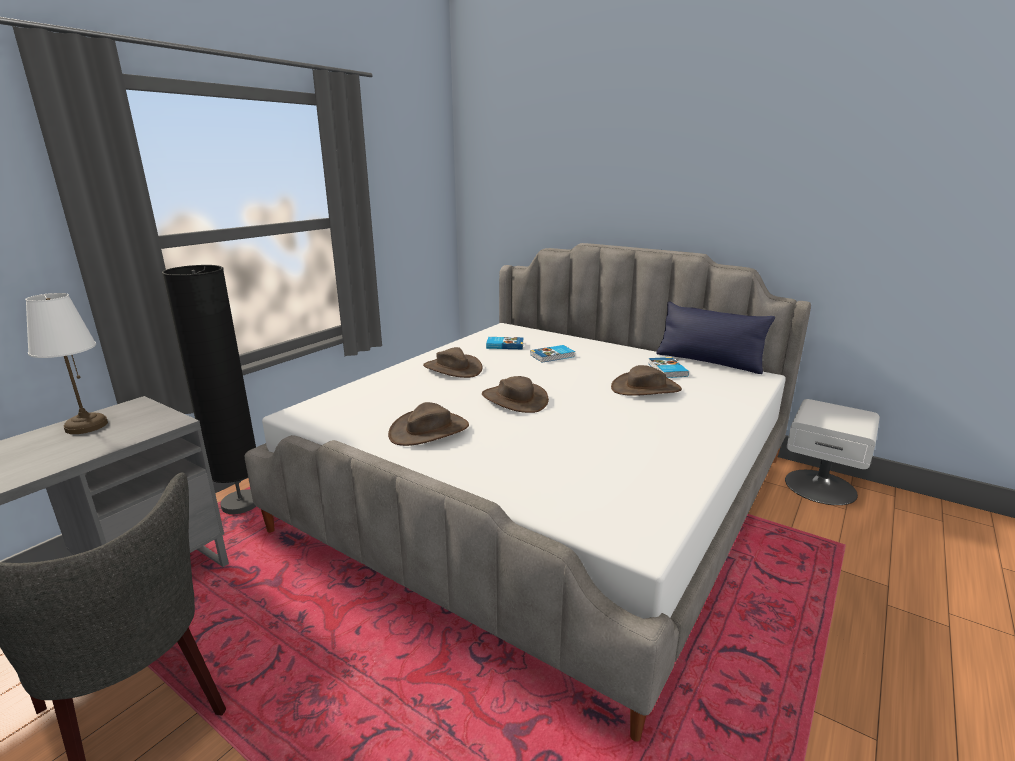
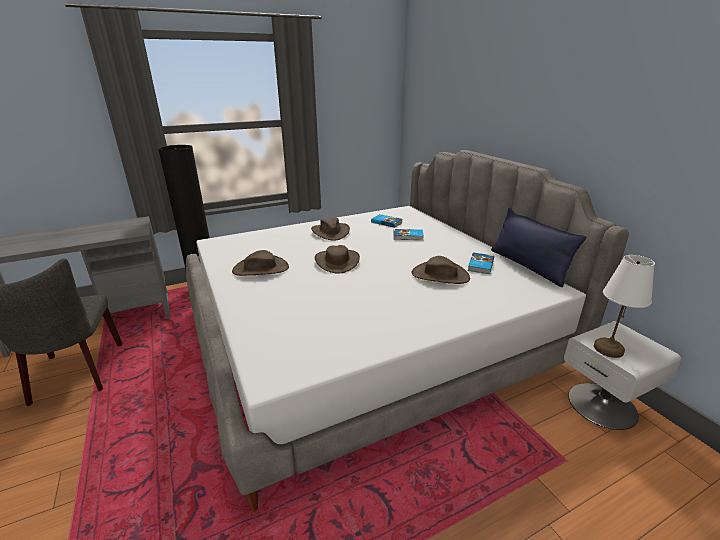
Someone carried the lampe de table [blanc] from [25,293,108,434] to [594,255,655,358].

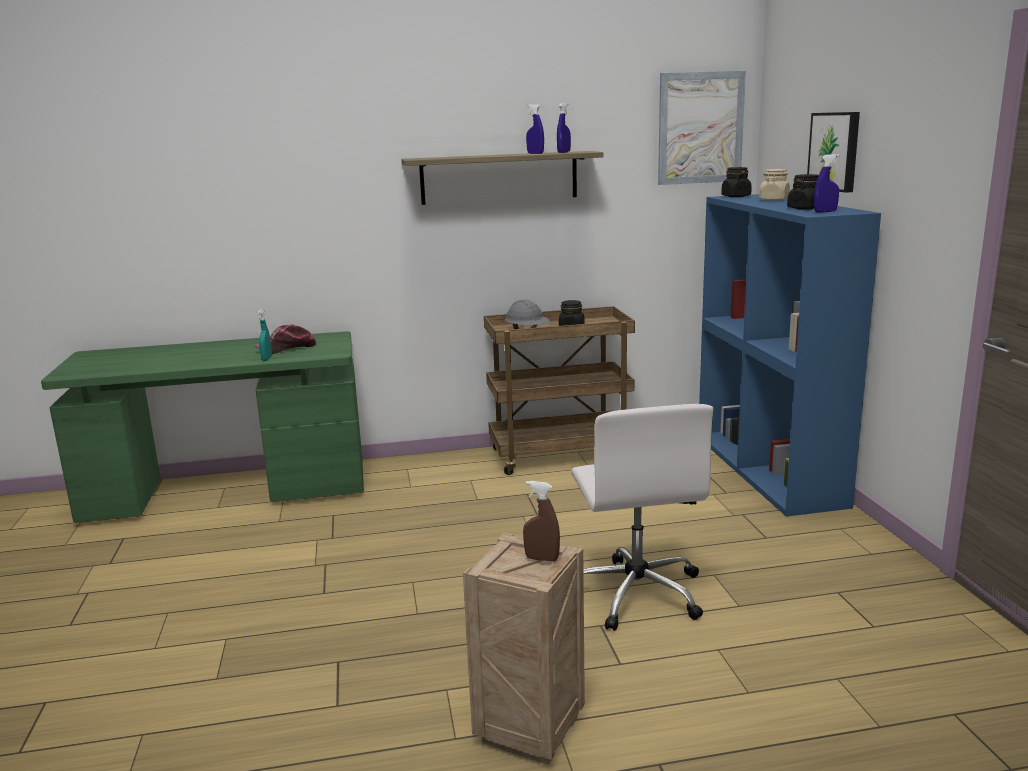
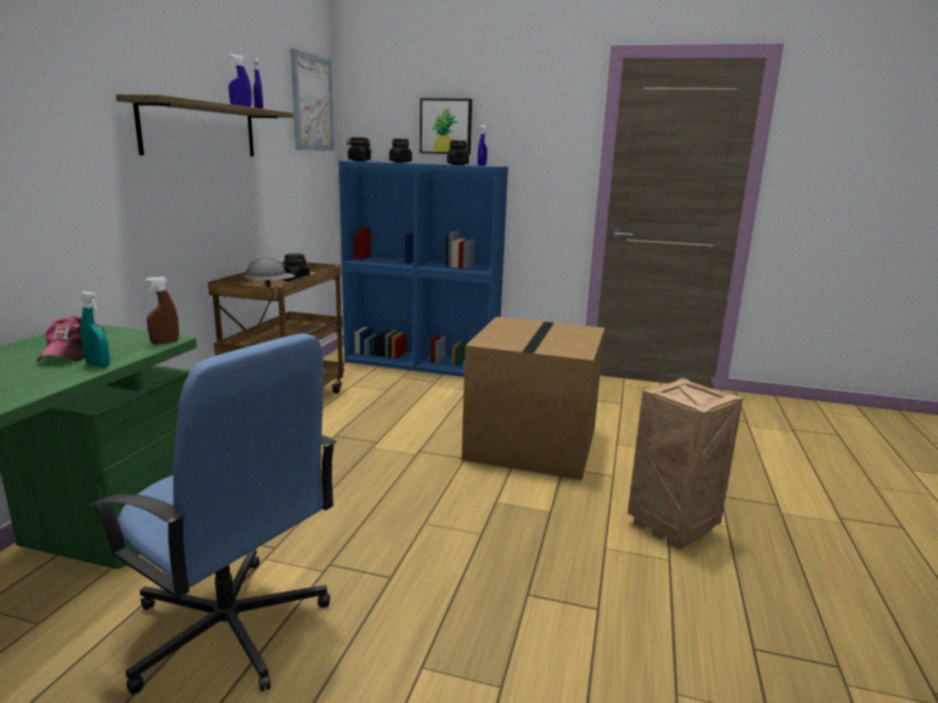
Someone put down the chaise de bureau [bleu] at [90,333,336,694]. Someone carried the vaporisateur [marron] from [523,481,560,562] to [145,277,179,345]. Someone repainted the bocal [beige] at [759,169,790,201], which became the bocal [noir] at [389,139,412,163]. Someone swapped the chaise de bureau [blanc] at [571,404,713,631] for the carton at [462,317,605,480].

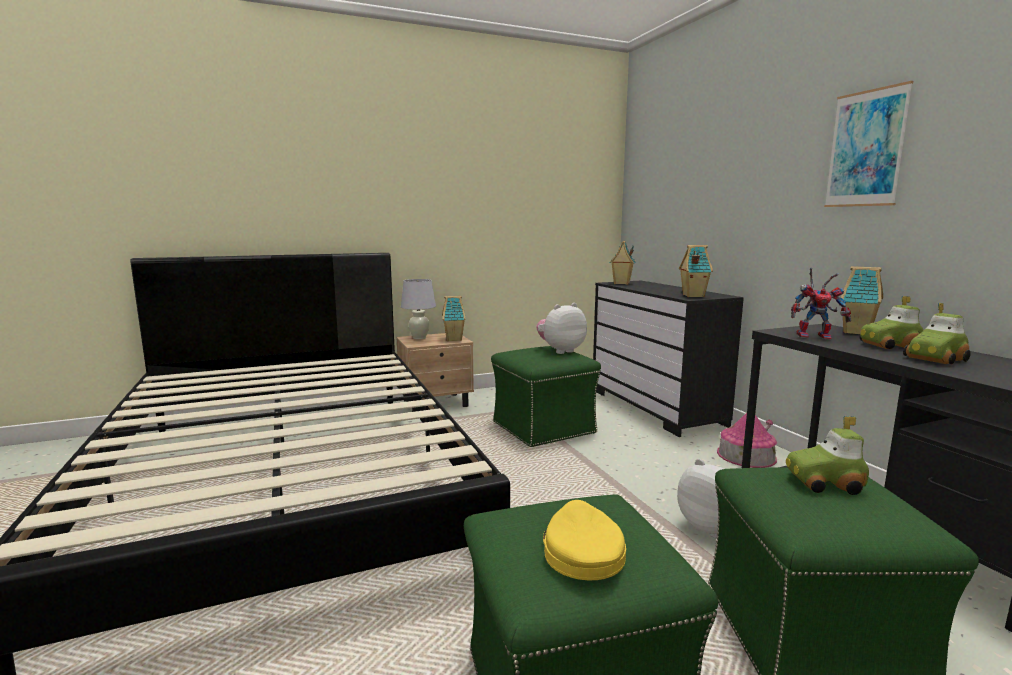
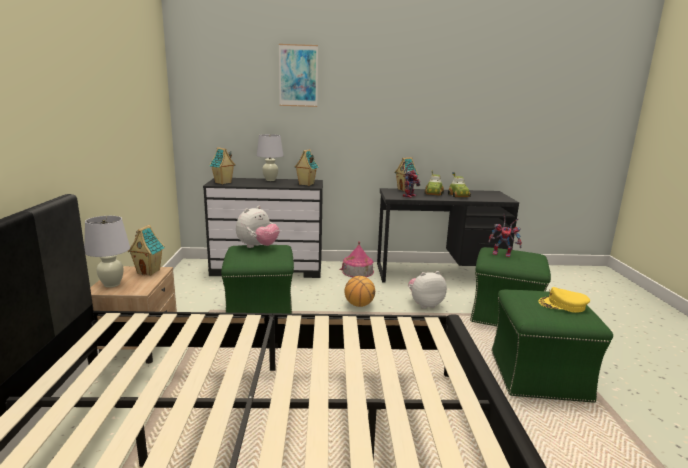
Someone rotated the peluche at [536,303,587,354] by 135 degrees counterclockwise. Someone put down the lampe de table [blanc] at [256,134,284,181]. Someone carried the tableau from [824,81,913,207] to [279,44,318,107]. Someone put down the ballon de basket at [344,276,375,307]. Someone swapped the petite voiture at [786,416,869,495] for the robot jouet at [489,213,522,257].

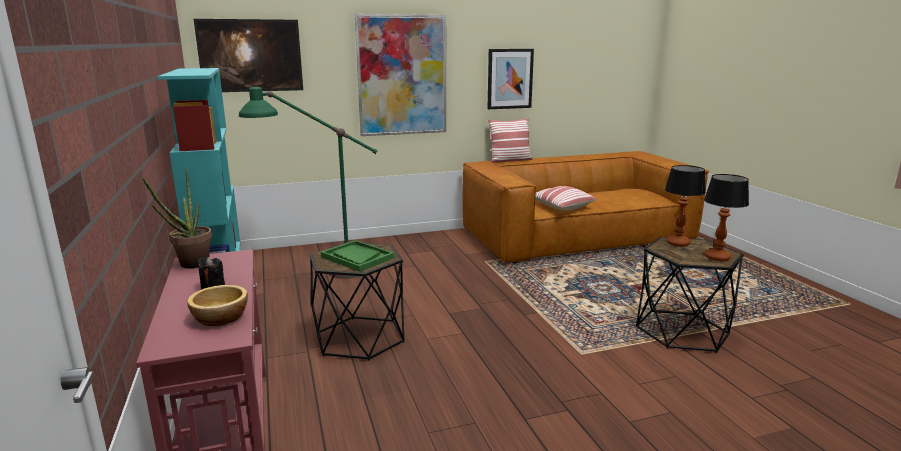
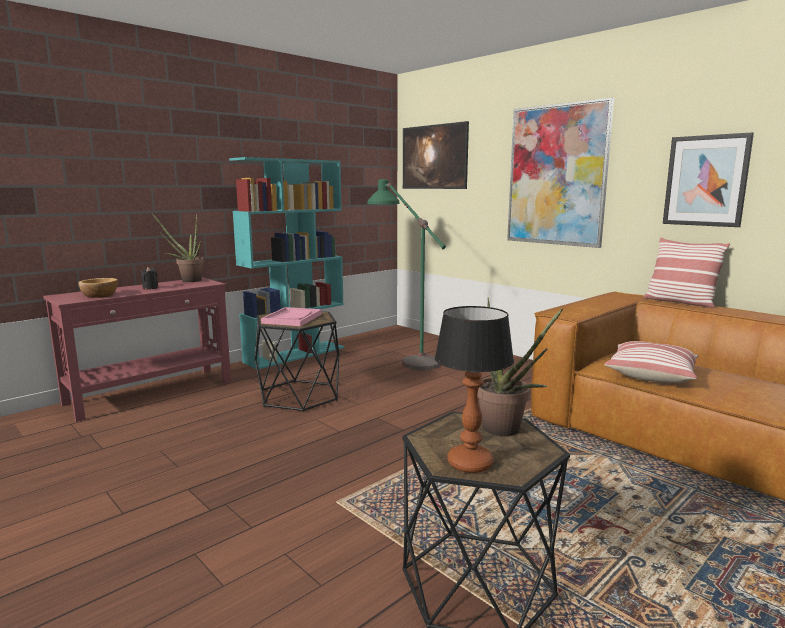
Someone repainted the plateau [vert] at [321,240,394,272], which became the plateau [rose] at [261,307,322,326]. Someone swapped the lampe de table at [665,165,706,247] for the plante en pot at [478,297,563,437].

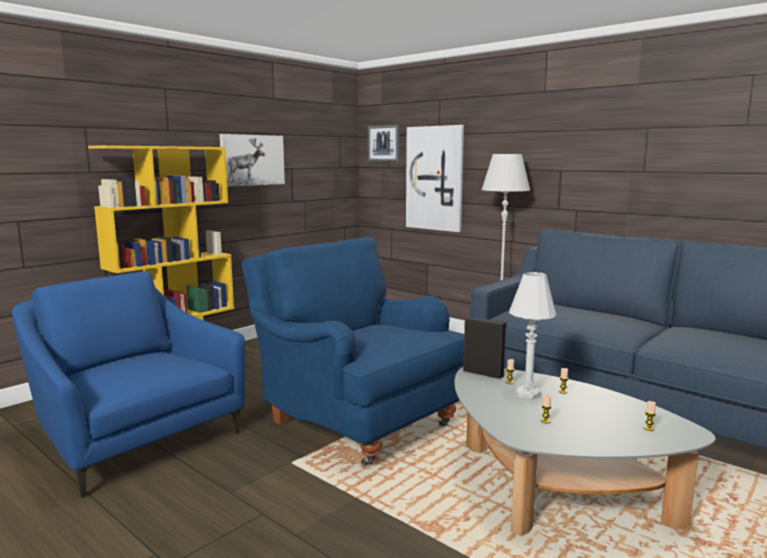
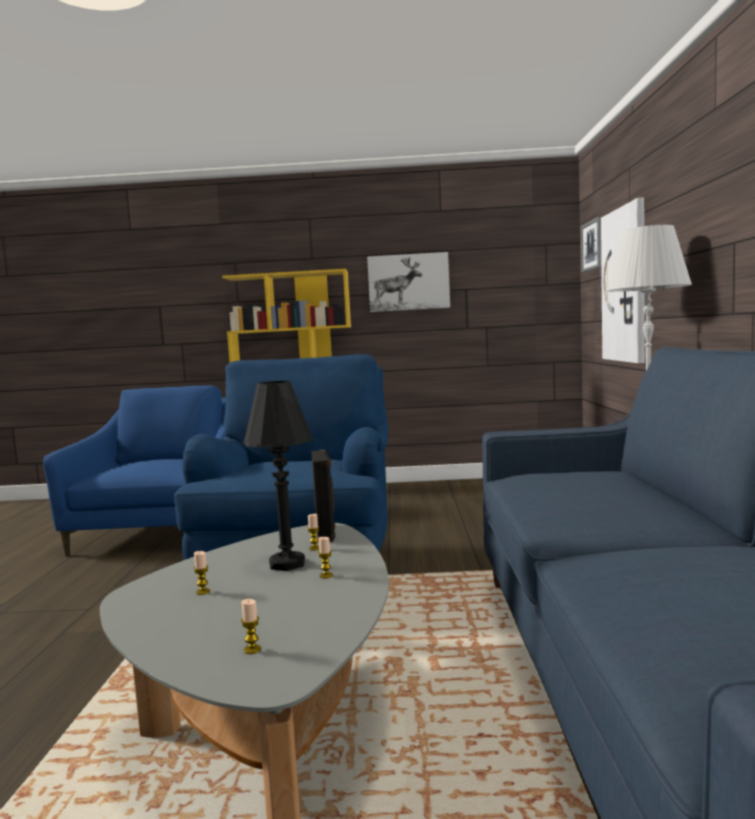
Someone repainted the lampe de table [blanc] at [509,272,557,399], which became the lampe de table [noir] at [243,381,313,571].

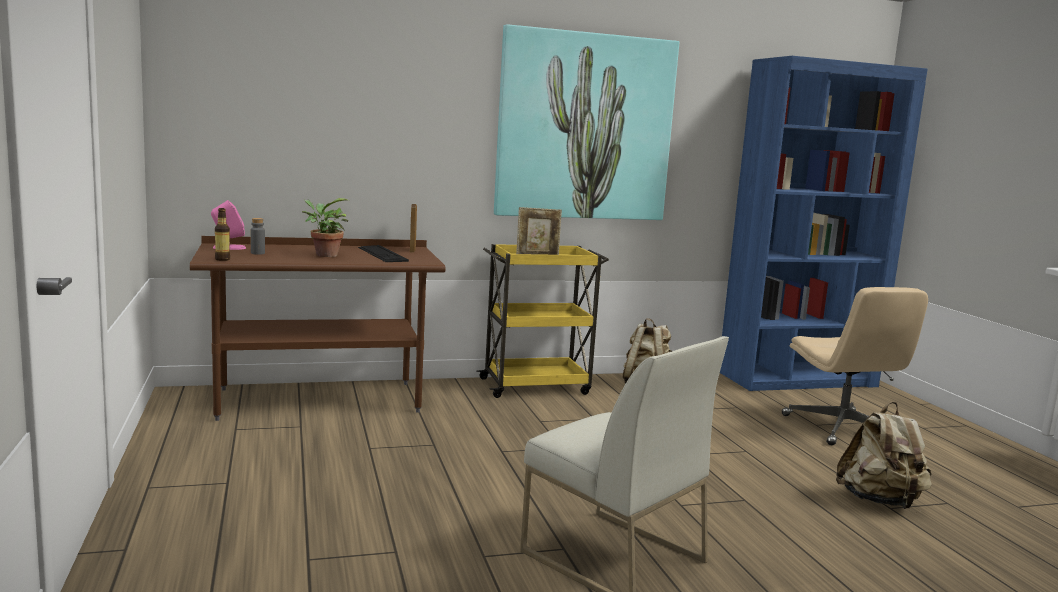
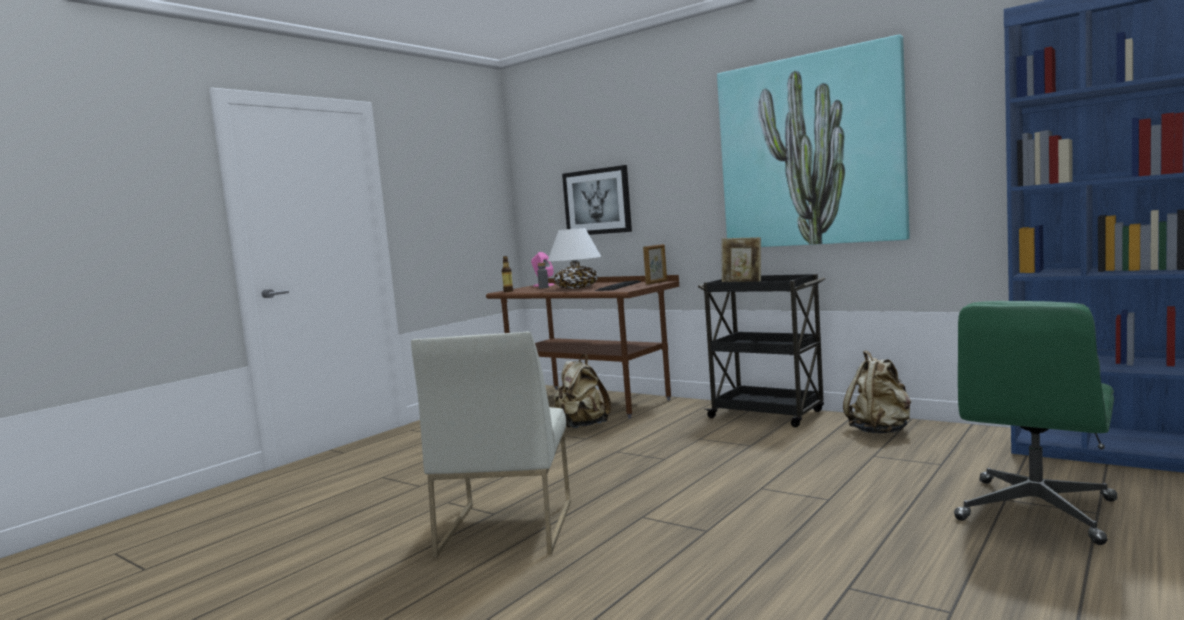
Someone swapped the plante en pot at [302,198,349,257] for the lampe de table [blanc] at [548,228,601,289]. Someone carried the sac à dos [beige] from [836,402,932,509] to [553,354,611,428]. Someone put up the tableau at [562,165,632,235]. Someone repainted the chariot [jaune] at [477,244,609,398], which became the chariot [noir] at [698,274,825,427]. Someone repainted the chaise de bureau [beige] at [782,287,928,445], which became the chaise de bureau [vert] at [954,301,1117,545].

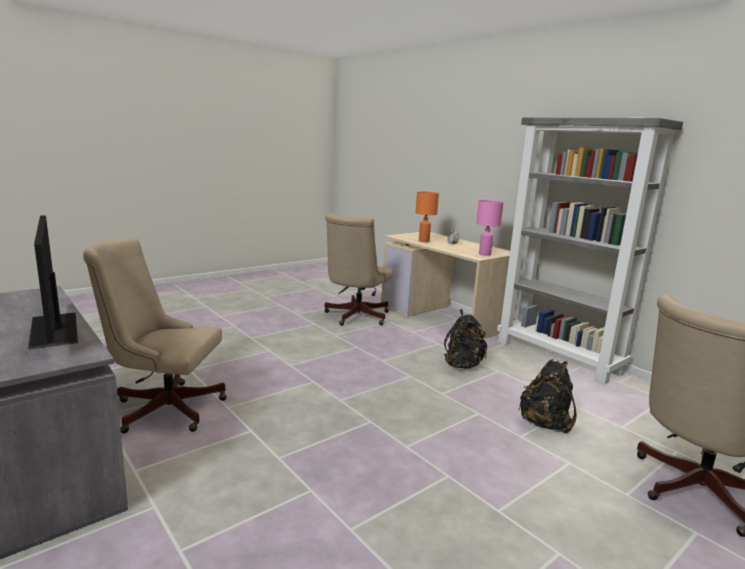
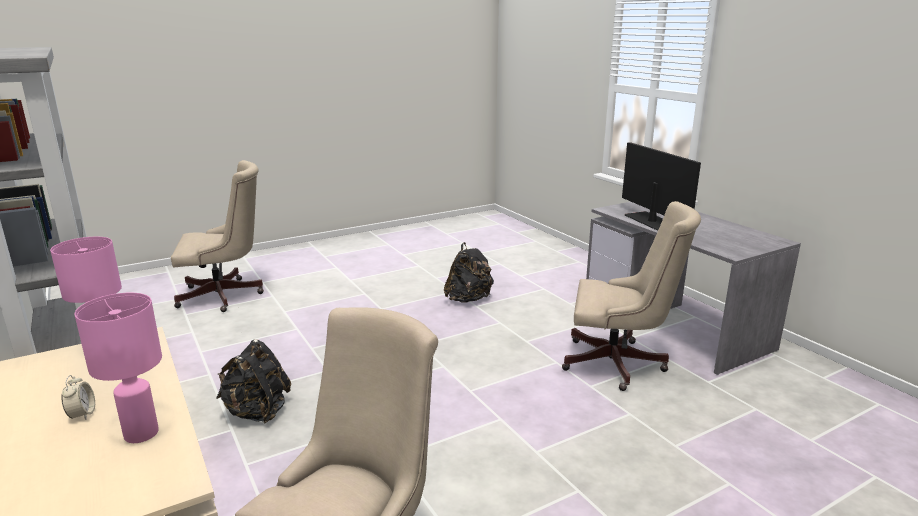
Someone repainted the lampe de table [orange] at [415,192,439,242], which became the lampe de table [rose] at [75,293,162,443]. Someone carried the sac à dos [noir] from [518,359,577,434] to [444,242,494,303].

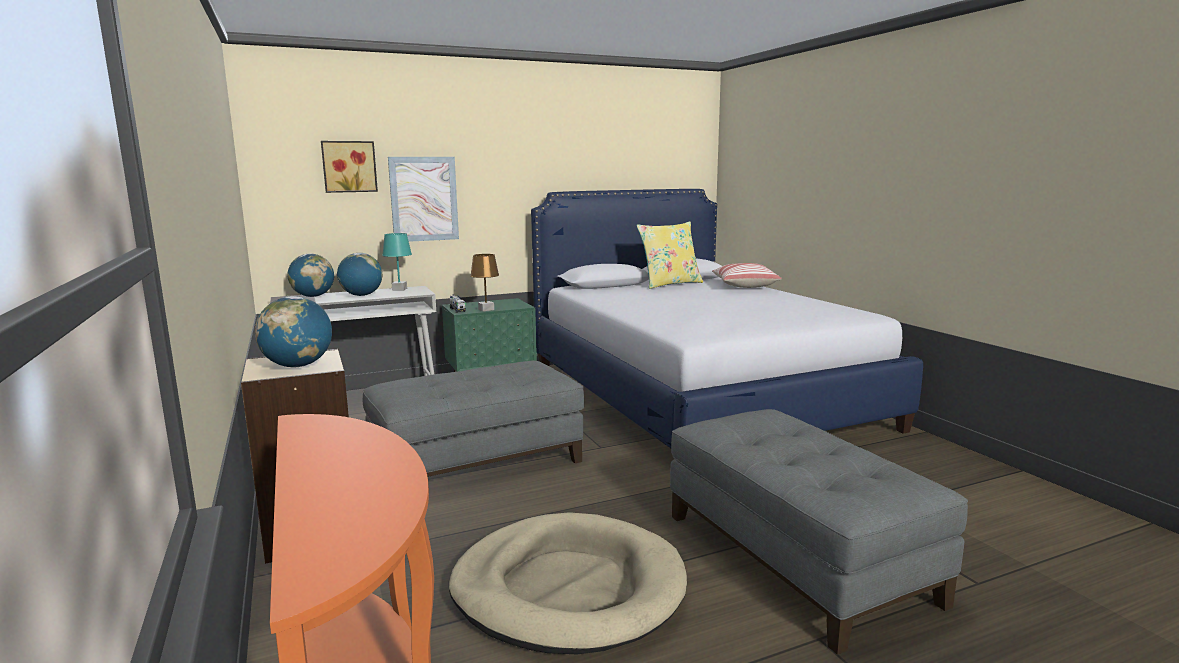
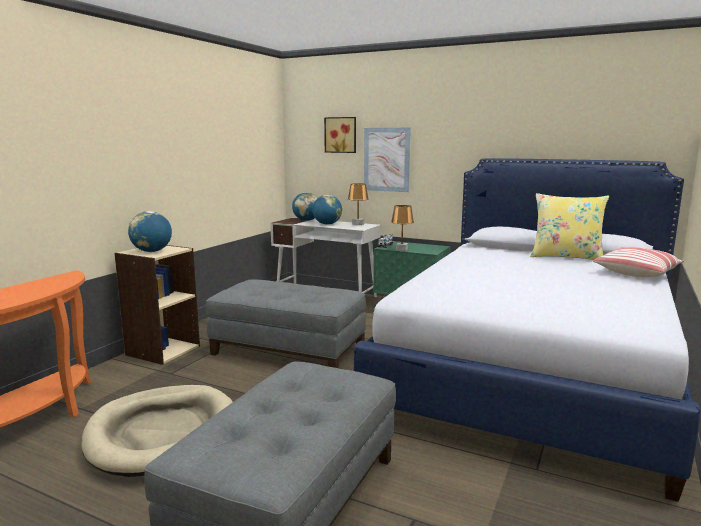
Someone repainted the lampe de table [turquoise] at [382,233,412,291], which became the lampe de table [marron] at [348,183,368,225].

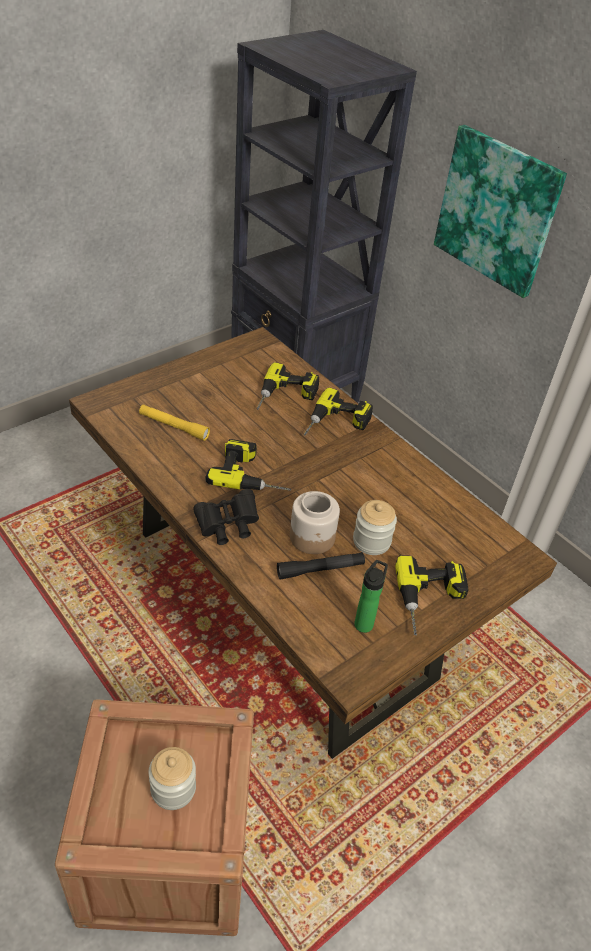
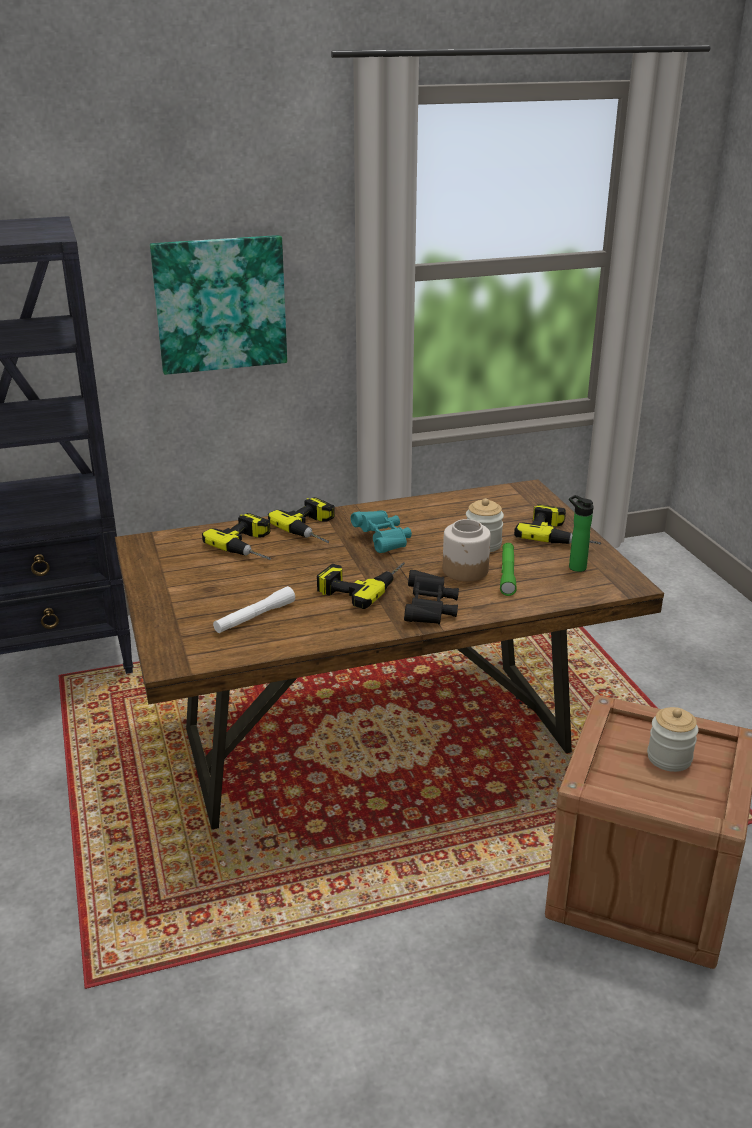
Someone repainted the lampe de poche [jaune] at [139,404,210,441], which became the lampe de poche [blanc] at [213,586,295,633]. Someone put down the jumelles [turquoise] at [351,511,412,553]. Someone repainted the lampe de poche [noir] at [277,552,365,579], which became the lampe de poche [vert] at [500,543,517,596].

